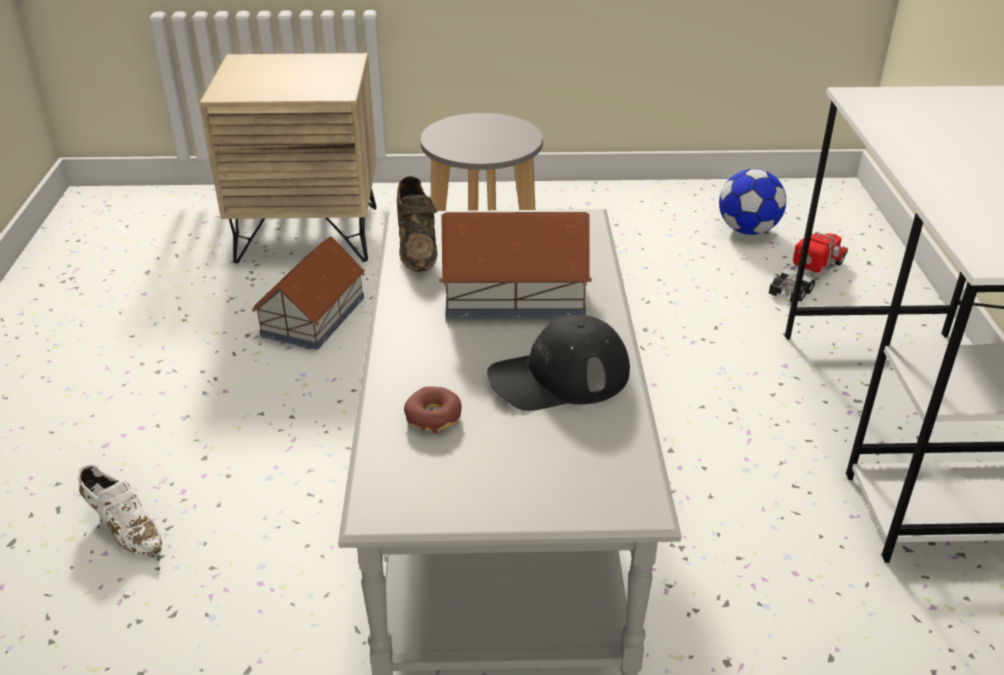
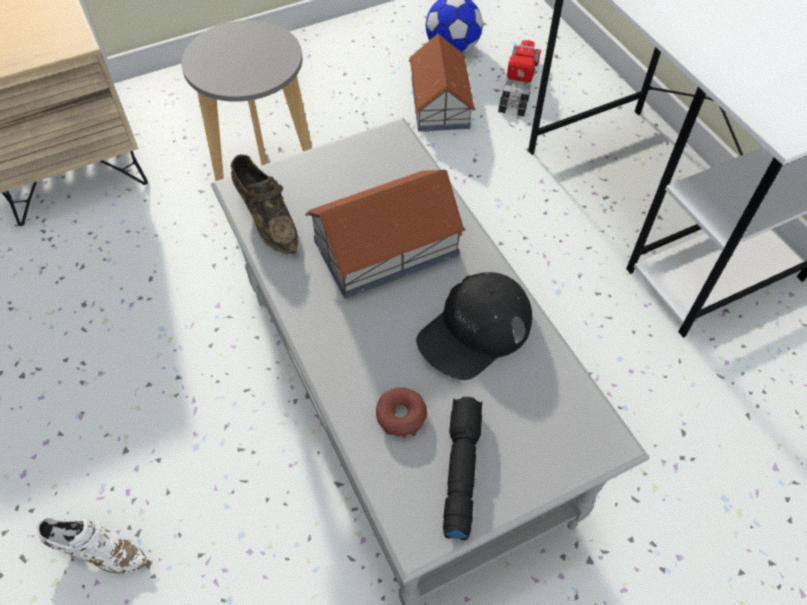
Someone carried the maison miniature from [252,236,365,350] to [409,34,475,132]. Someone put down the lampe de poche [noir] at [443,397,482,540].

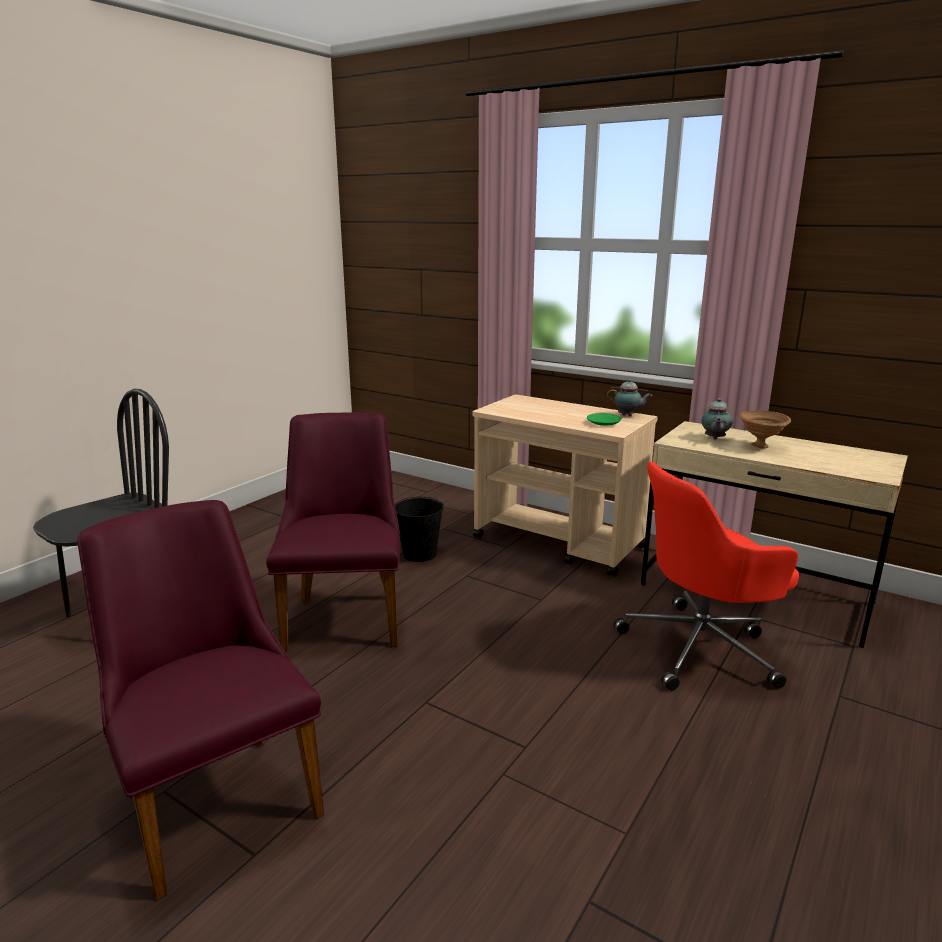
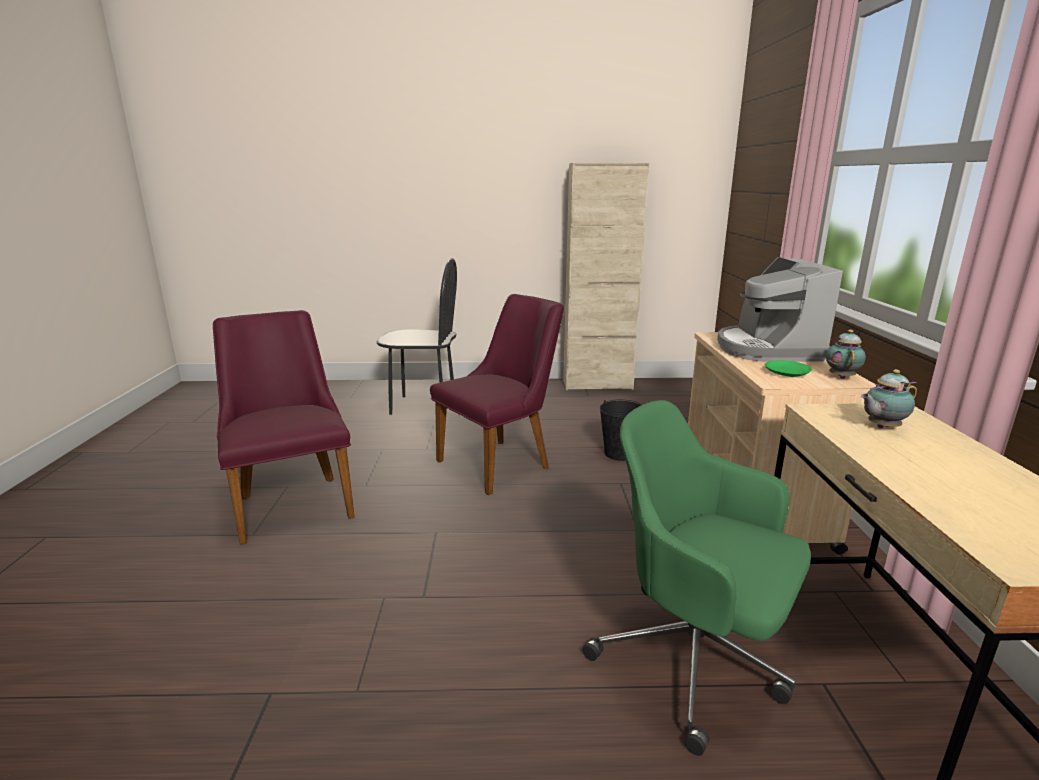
Someone rotated the chaise [violet] at [78,500,324,901] by 45 degrees counterclockwise. Someone put down the meuble de rangement [beige] at [563,163,649,390]. Someone repainted the chaise de bureau [rouge] at [613,462,799,691], which became the chaise de bureau [vert] at [583,400,811,756]. Someone put down the machine à café at [717,257,843,362]. Someone rotated the théière at [607,379,652,416] by 150 degrees counterclockwise. Someone took away the bol [marron] at [738,411,791,449].

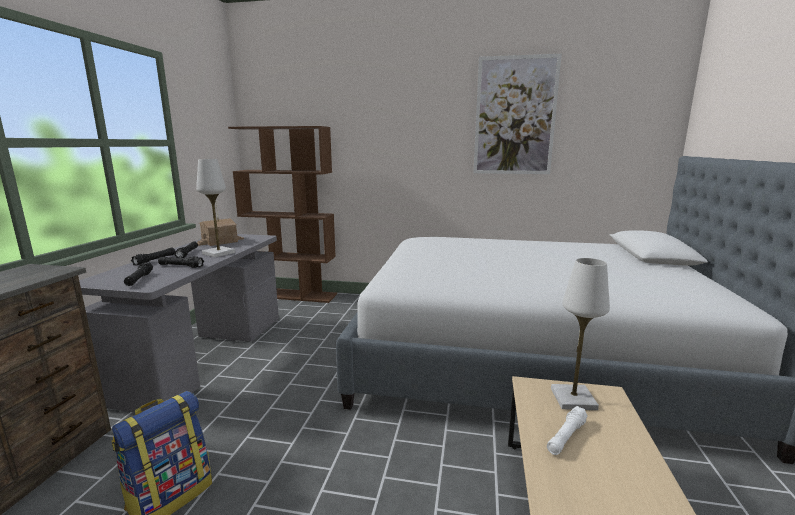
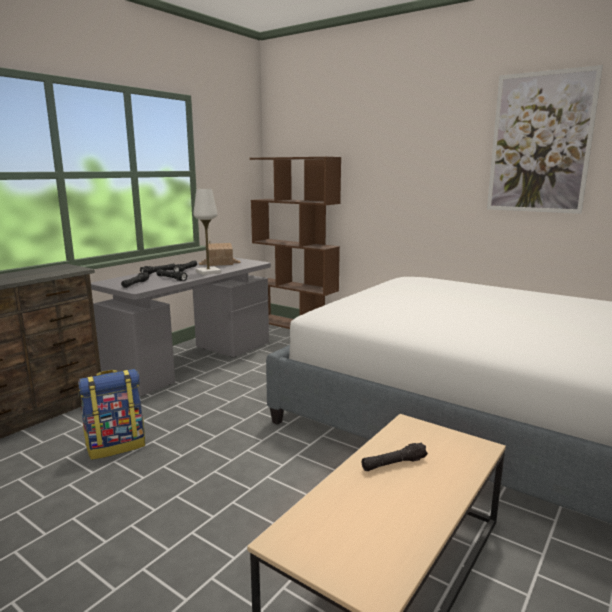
Someone repainted the lampe de poche [blanc] at [547,406,588,455], which became the lampe de poche [noir] at [362,442,428,471]. Someone took away the lampe de table [blanc] at [551,258,610,410].

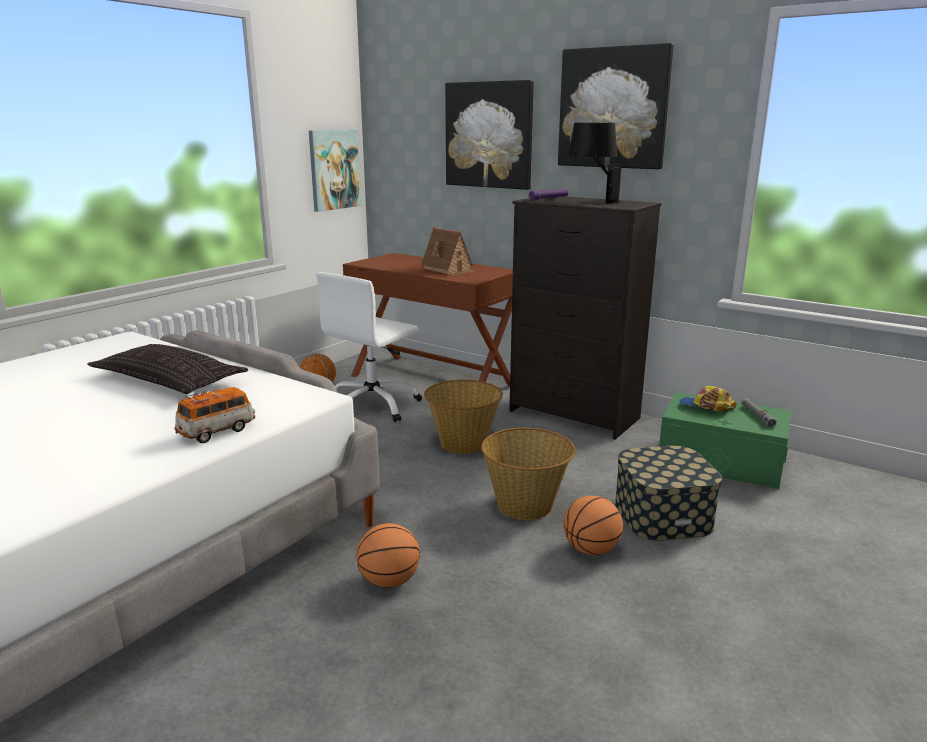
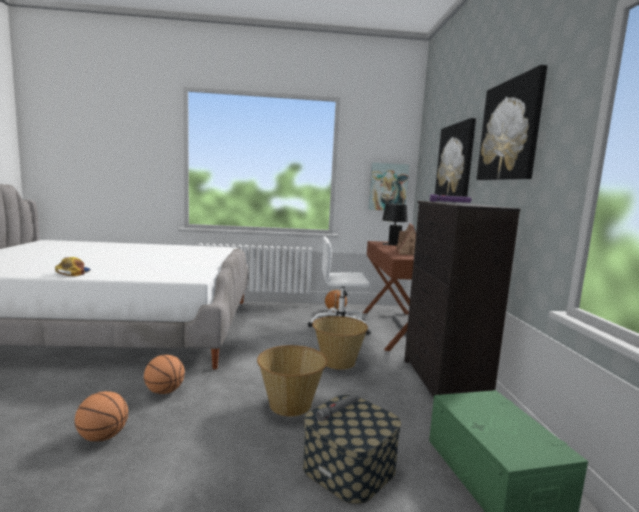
Someone carried the casquette from [680,386,737,411] to [55,257,91,276]. Someone carried the ballon de basket from [563,496,623,555] to [75,391,128,442]. Someone carried the lampe de poche [gris] from [741,398,776,428] to [316,393,360,421]. Someone carried the lampe de table [noir] from [568,123,623,205] to [382,204,408,246]. Someone took away the coussin at [88,344,248,394]. Someone took away the petite voiture at [174,387,255,443].

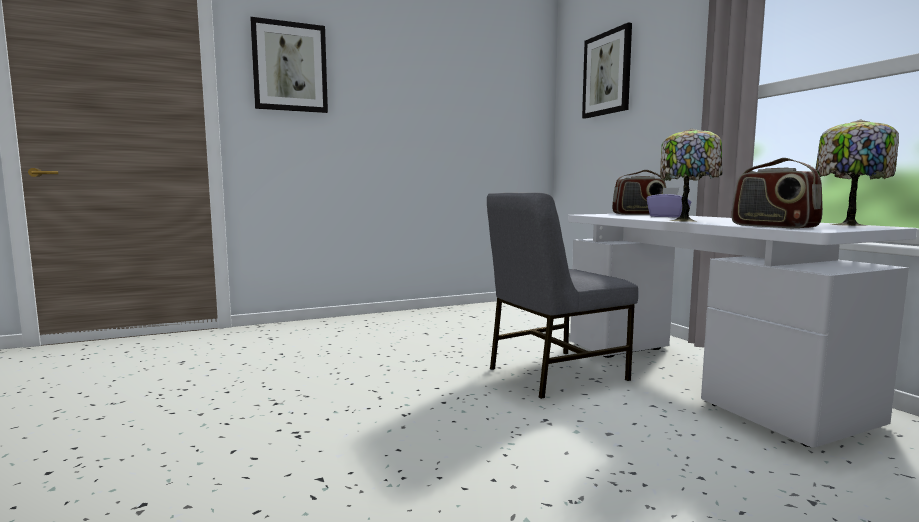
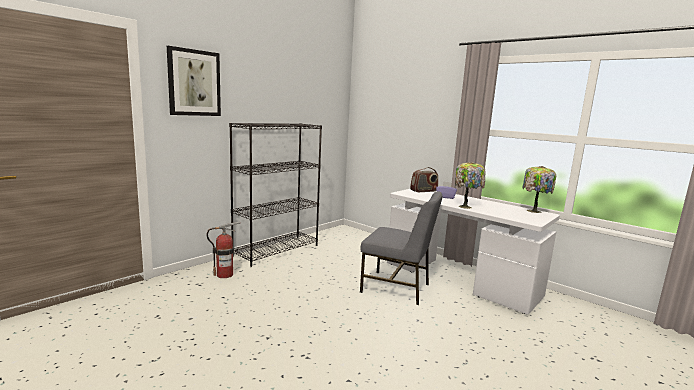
Someone put down the extincteur at [207,222,241,278]. Someone put down the bibliothèque [noir] at [229,123,322,267]. Someone rotated the chaise [gris] at [487,192,639,399] by 105 degrees counterclockwise. Someone took away the tableau at [582,22,632,119]. Someone took away the radio at [731,158,823,228].

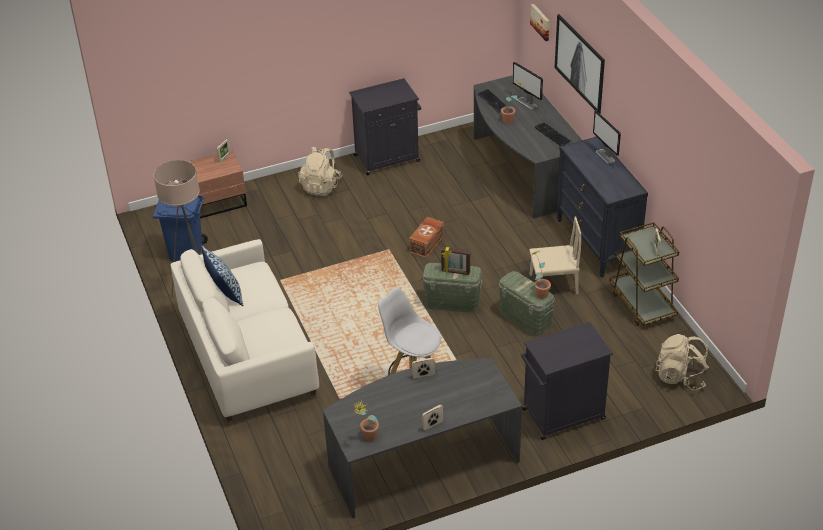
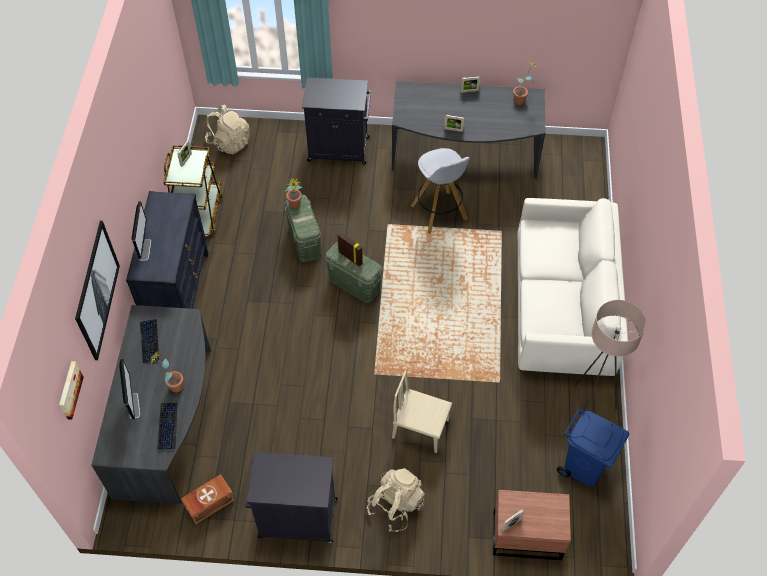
Someone carried the boîte de rangement [marron] from [409,217,444,258] to [181,474,235,524]. Someone carried the chaise [beige] from [529,216,581,294] to [392,371,452,453]. Someone took away the coussin at [201,246,243,306].

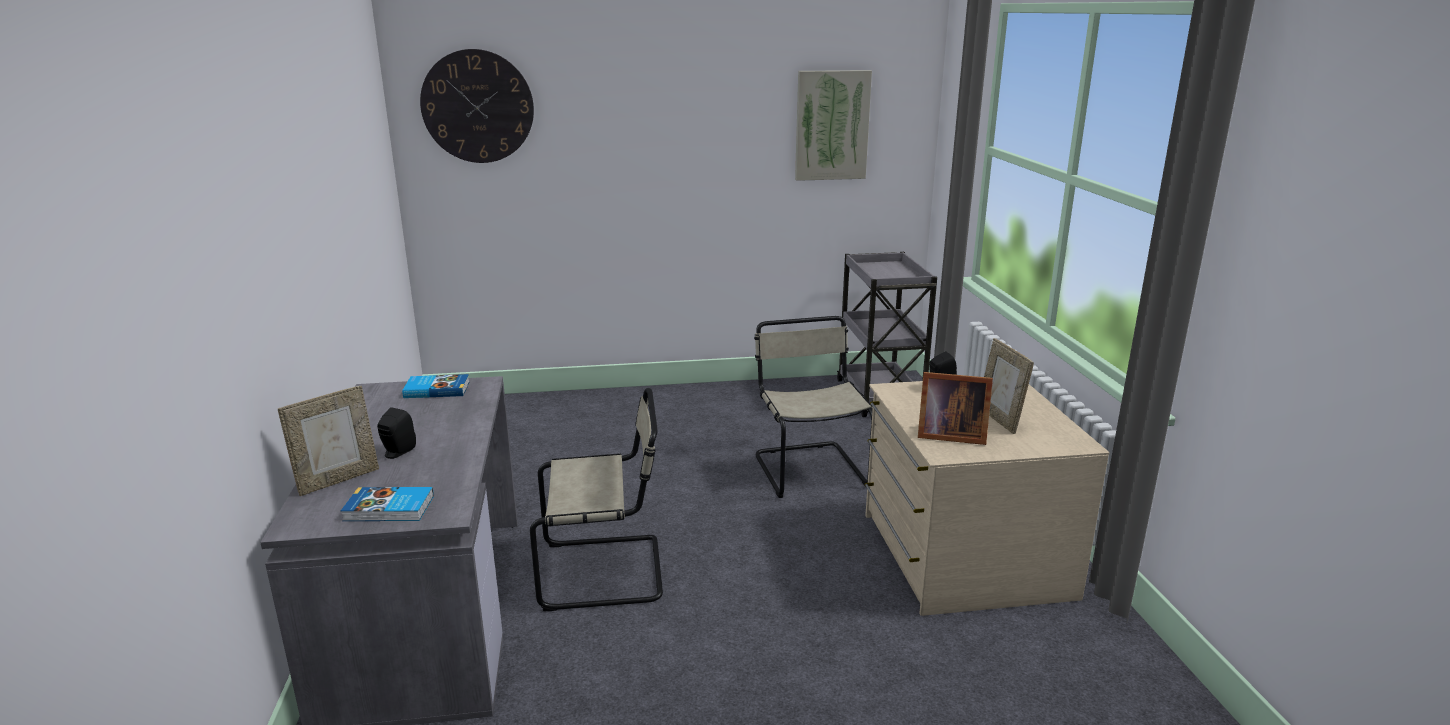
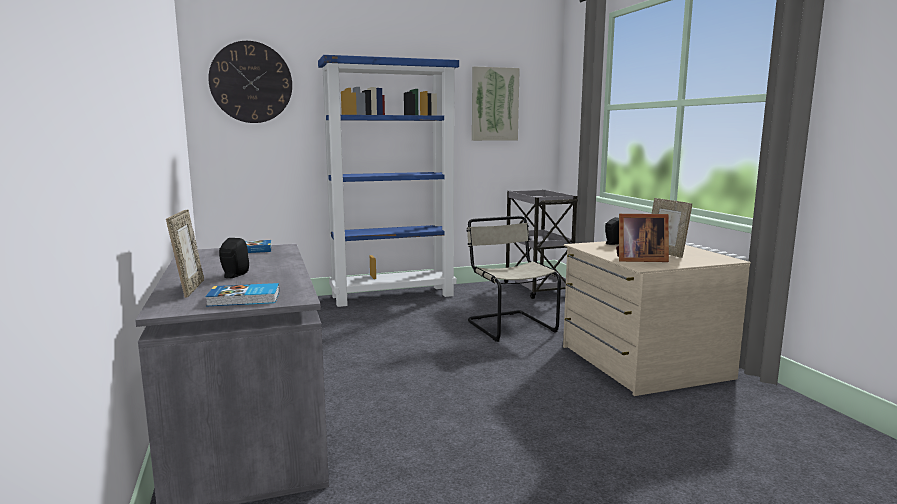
Someone rotated the cadre photo at [278,386,379,496] by 45 degrees counterclockwise. Someone put down the bibliothèque [bleu] at [318,55,459,307]. Someone took away the chaise [beige] at [530,388,663,611].

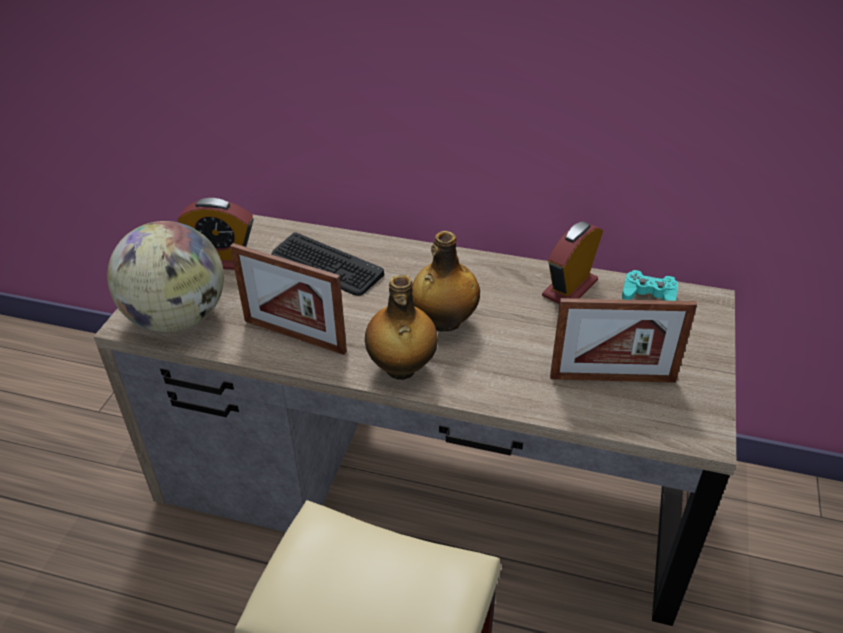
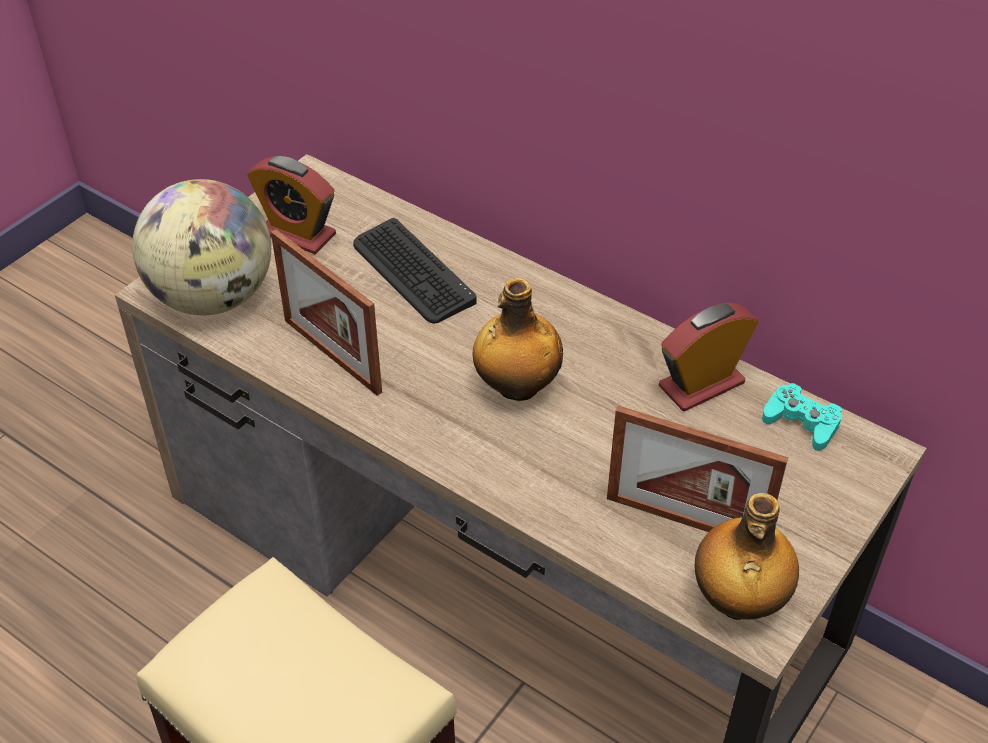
Someone carried the bouteille from [365,275,438,380] to [695,493,799,620].

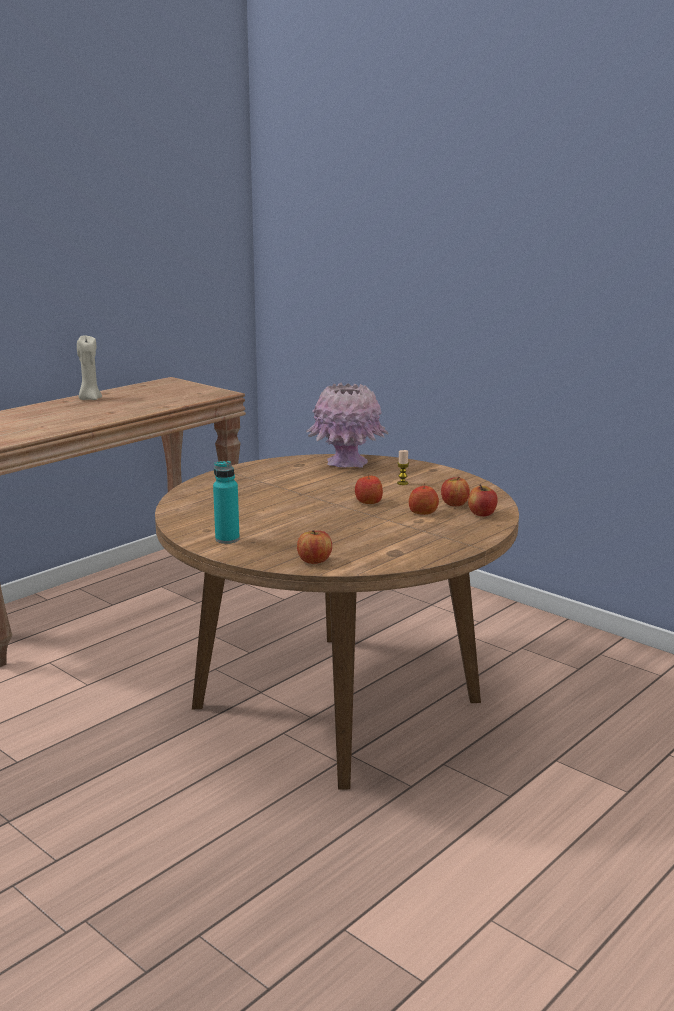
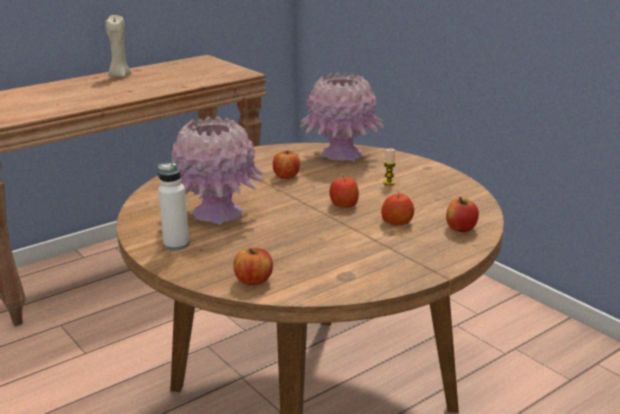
Someone repainted the bouteille [turquoise] at [213,461,240,544], which became the bouteille [blanc] at [158,163,189,250]. Someone put down the vase [rose] at [171,116,265,225]. Someone carried the pomme from [441,477,470,506] to [273,151,300,179].

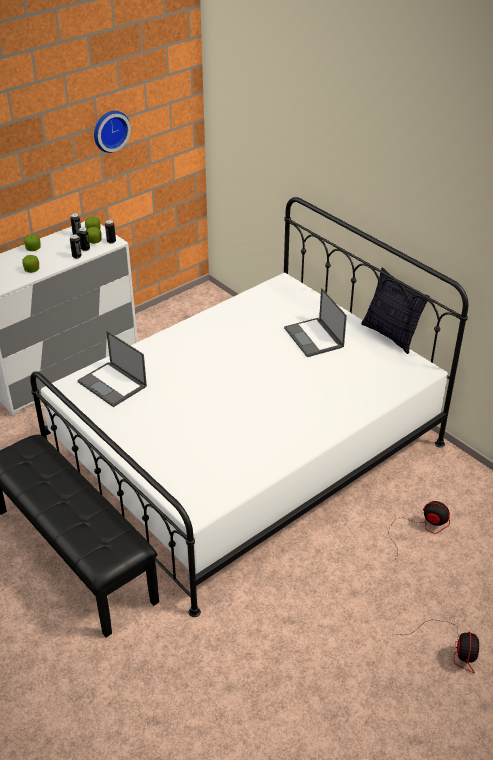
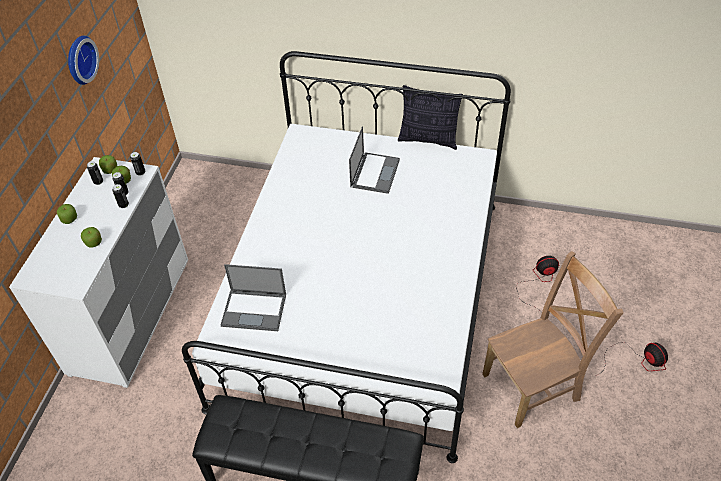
Someone rotated the ordinateur portable at [284,288,347,357] by 105 degrees counterclockwise. Someone put down the chaise [marron] at [482,251,624,428].

